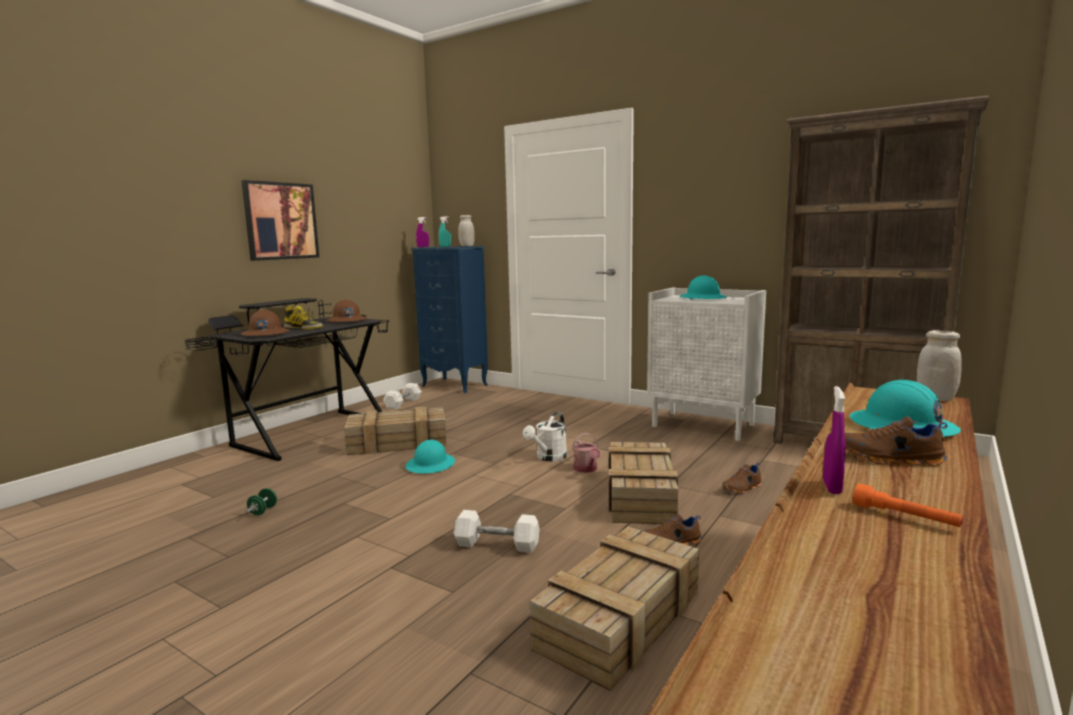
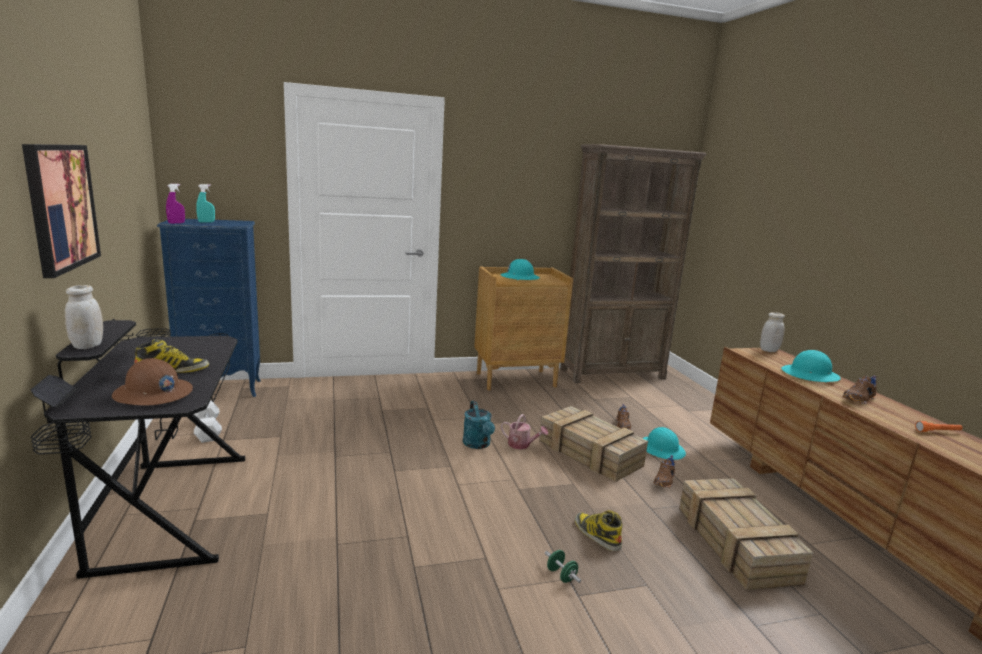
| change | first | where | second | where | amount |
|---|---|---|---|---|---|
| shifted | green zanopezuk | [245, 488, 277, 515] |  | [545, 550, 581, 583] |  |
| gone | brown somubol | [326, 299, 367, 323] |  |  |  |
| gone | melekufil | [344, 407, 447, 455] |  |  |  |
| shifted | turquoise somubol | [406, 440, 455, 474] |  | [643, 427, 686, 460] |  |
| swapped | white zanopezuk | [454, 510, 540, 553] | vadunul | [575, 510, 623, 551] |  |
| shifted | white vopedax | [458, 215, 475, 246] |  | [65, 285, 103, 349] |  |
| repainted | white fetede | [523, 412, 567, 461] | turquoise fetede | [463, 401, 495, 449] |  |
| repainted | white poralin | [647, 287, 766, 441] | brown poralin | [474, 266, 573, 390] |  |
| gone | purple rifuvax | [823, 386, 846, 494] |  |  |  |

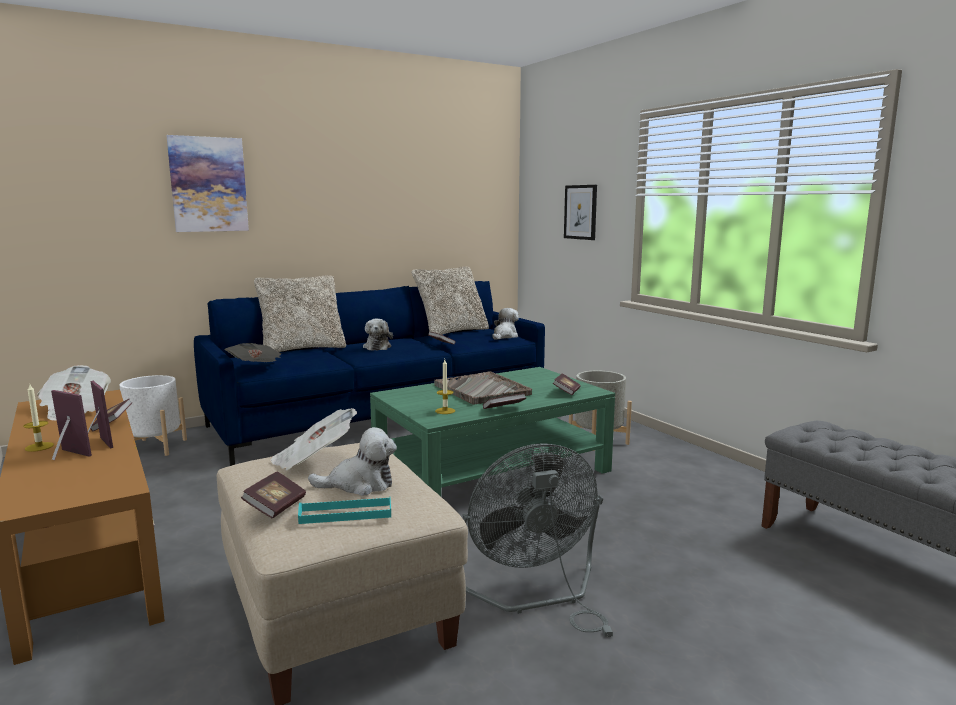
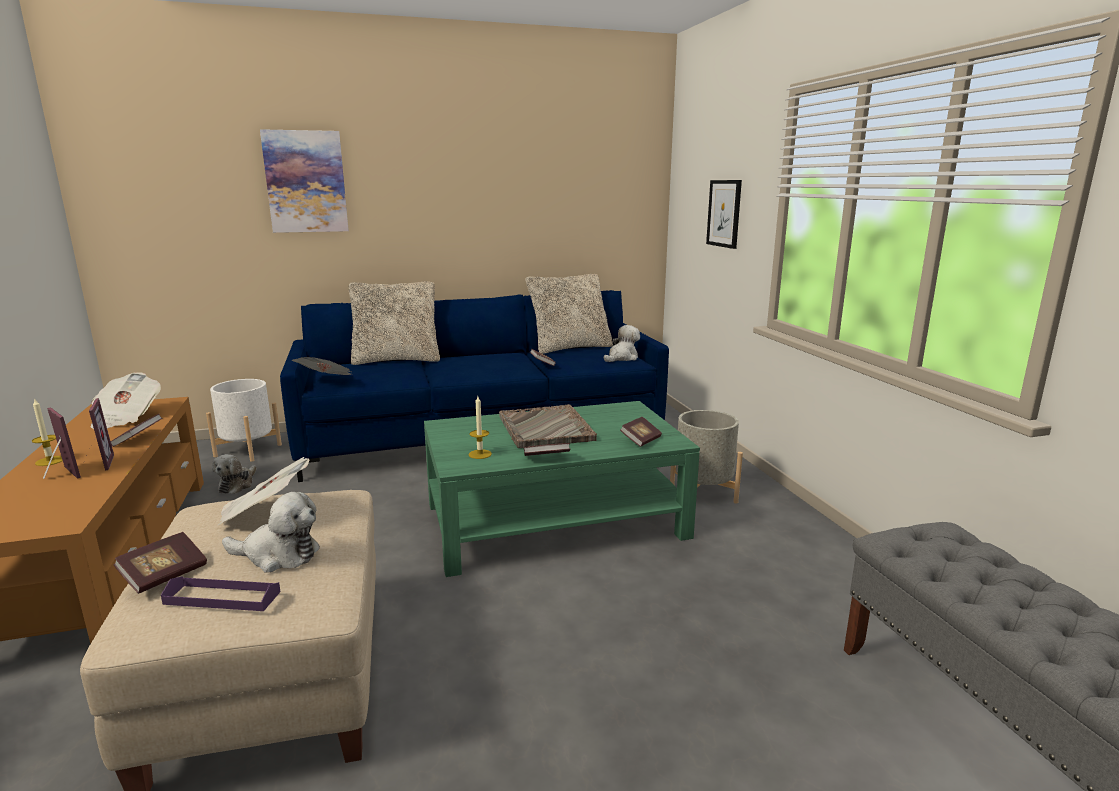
| change | first | where | second | where | amount |
|---|---|---|---|---|---|
| repainted | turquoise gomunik | [298, 497, 391, 524] | purple gomunik | [161, 576, 281, 611] |  |
| shifted | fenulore | [363, 319, 393, 351] |  | [212, 454, 256, 494] |  |
| gone | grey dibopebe | [463, 444, 613, 637] |  |  |  |

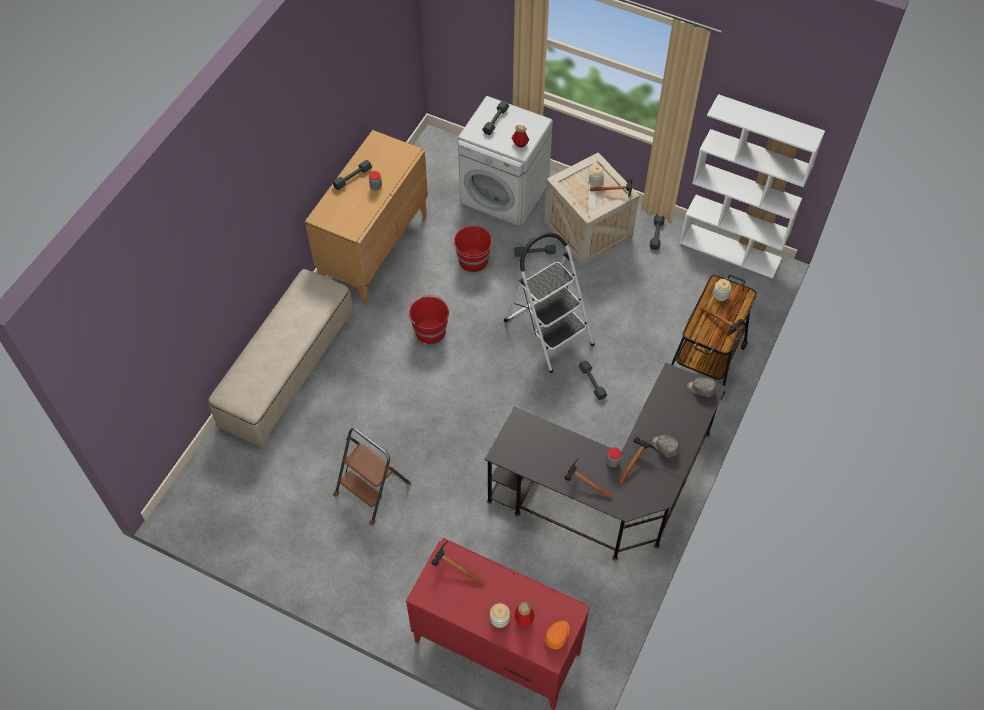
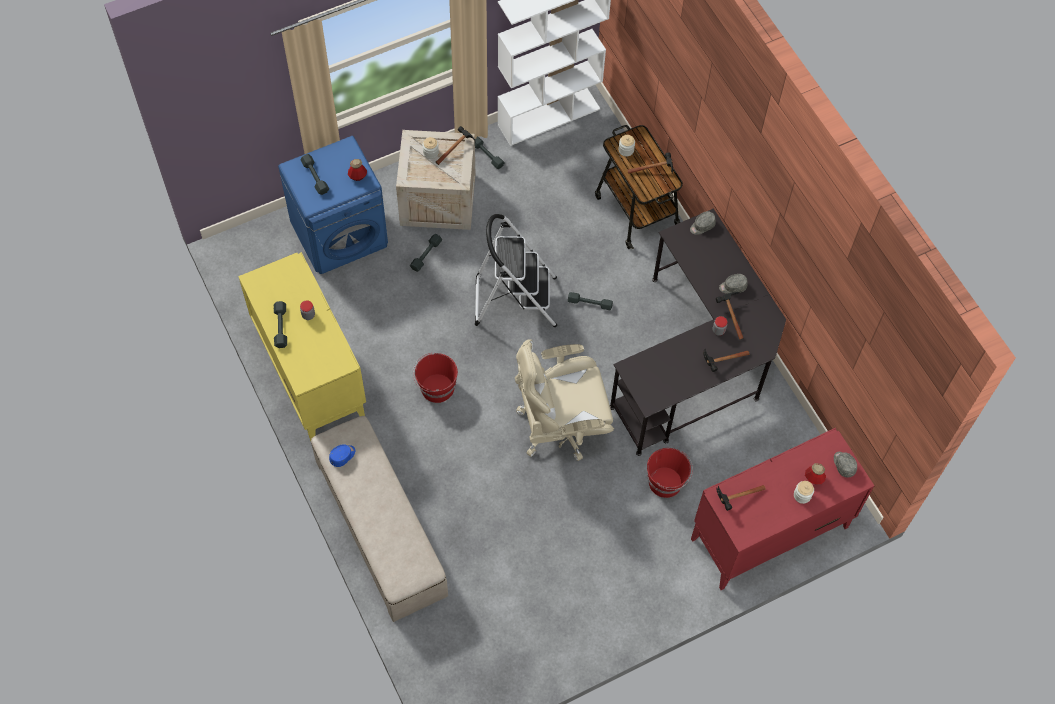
| change | first | where | second | where | amount |
|---|---|---|---|---|---|
| repainted | brown poralin | [305, 130, 428, 305] | yellow poralin | [238, 252, 366, 441] |  |
| gone | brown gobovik | [333, 428, 411, 526] |  |  |  |
| shifted | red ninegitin | [453, 226, 493, 272] |  | [647, 448, 693, 498] |  |
| repainted | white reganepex | [458, 96, 553, 226] | blue reganepex | [278, 136, 388, 274] |  |
| repainted | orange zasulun | [545, 621, 570, 649] | grey zasulun | [834, 452, 857, 478] |  |
| new |  |  | blue zasulun | [329, 444, 355, 467] |  |
| new |  |  | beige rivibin | [515, 339, 614, 461] |  |

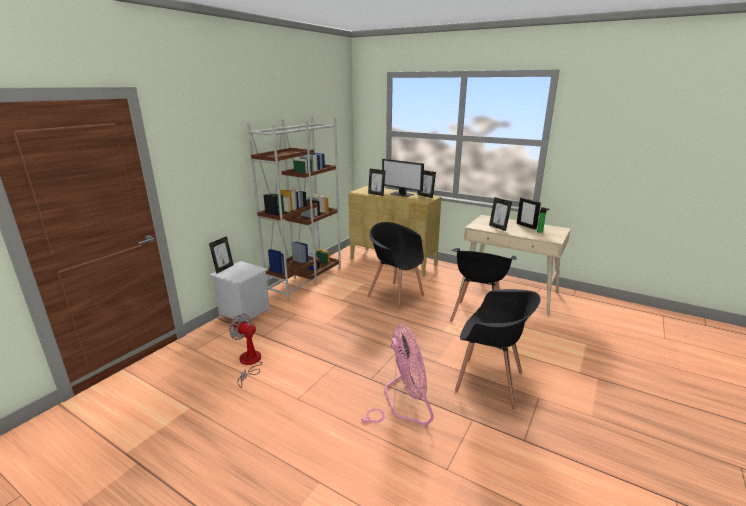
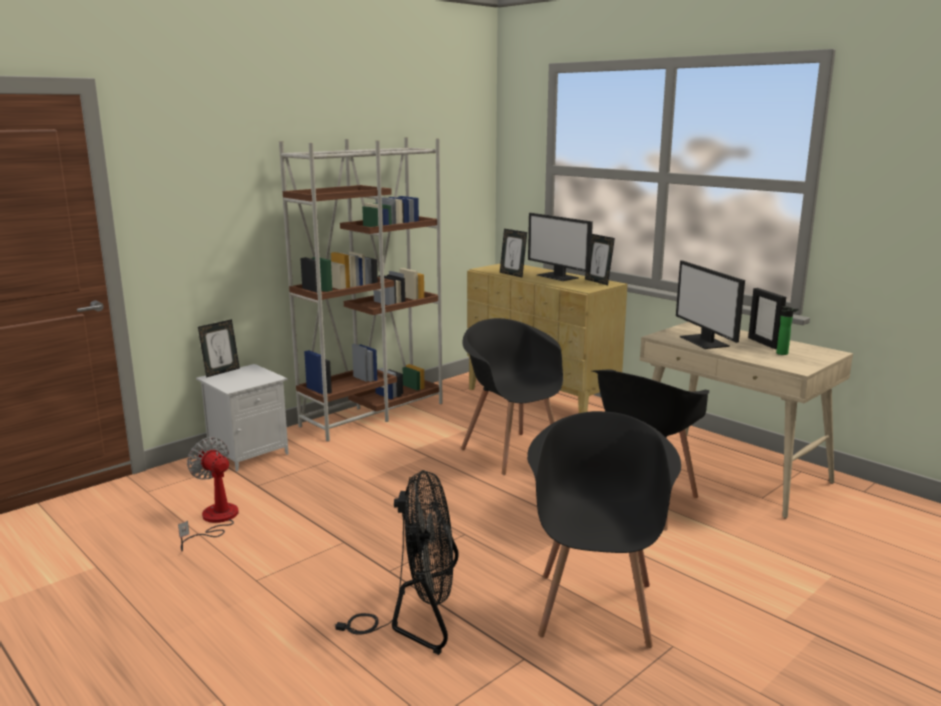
| change | first | where | second | where | amount |
|---|---|---|---|---|---|
| repainted | pink dibopebe | [360, 324, 434, 427] | black dibopebe | [334, 470, 458, 655] |  |
| rotated | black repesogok | [455, 289, 541, 409] |  | [527, 411, 681, 648] | 120 degrees counterclockwise |
| swapped | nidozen | [489, 197, 512, 231] | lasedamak | [676, 260, 745, 349] |  |

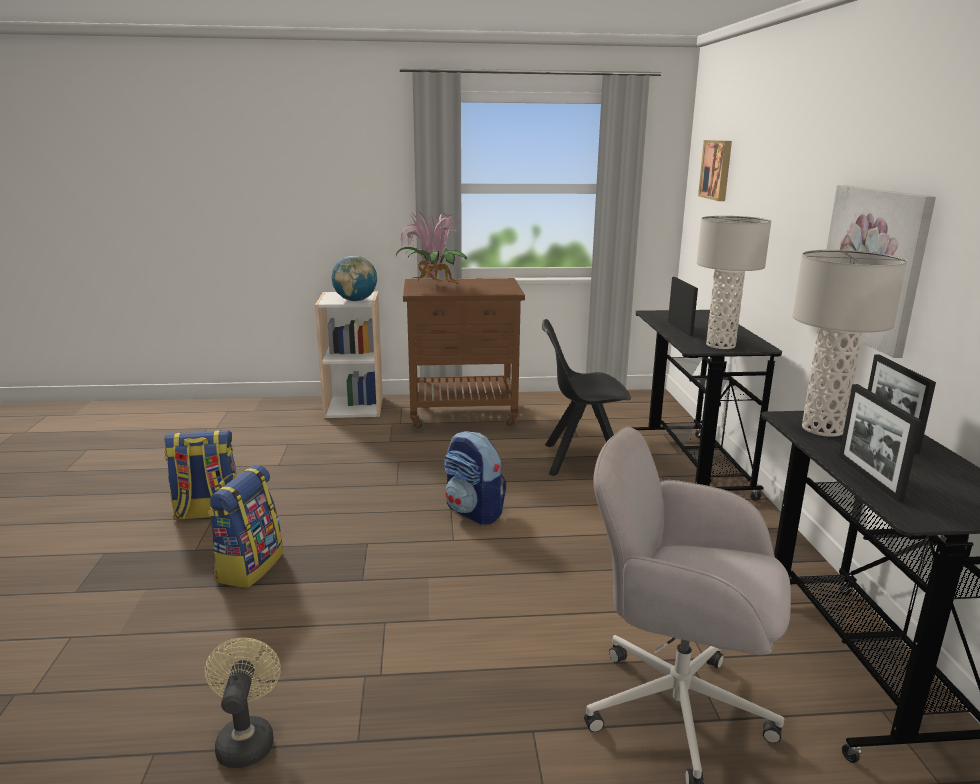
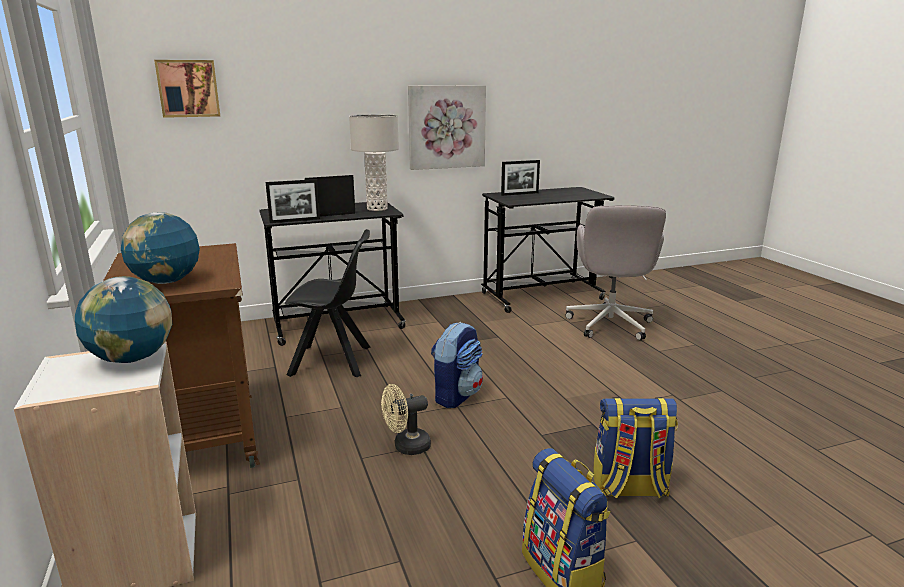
| change | first | where | second | where | amount |
|---|---|---|---|---|---|
| shifted | beige dibopebe | [205, 638, 281, 768] |  | [381, 384, 431, 455] |  |
| swapped | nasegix | [396, 210, 467, 286] | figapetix | [121, 212, 200, 284] |  |
| rotated | black repesogok | [542, 319, 631, 476] |  | [285, 229, 371, 377] | 75 degrees counterclockwise |
| gone | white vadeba | [793, 250, 907, 437] |  |  |  |
| shifted | nidozen | [839, 384, 922, 502] |  | [265, 179, 320, 223] |  |

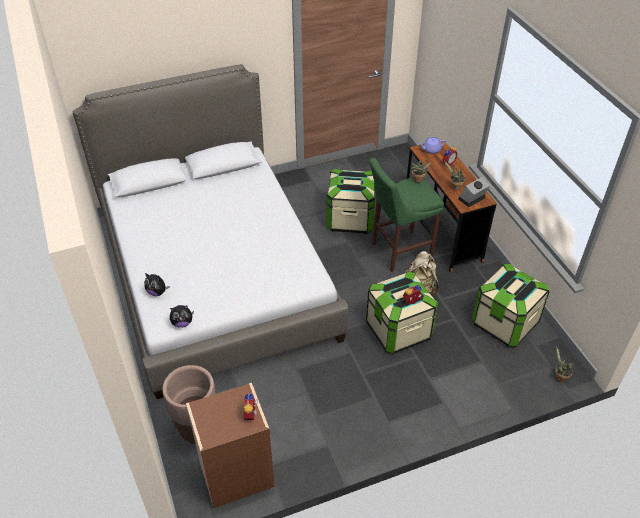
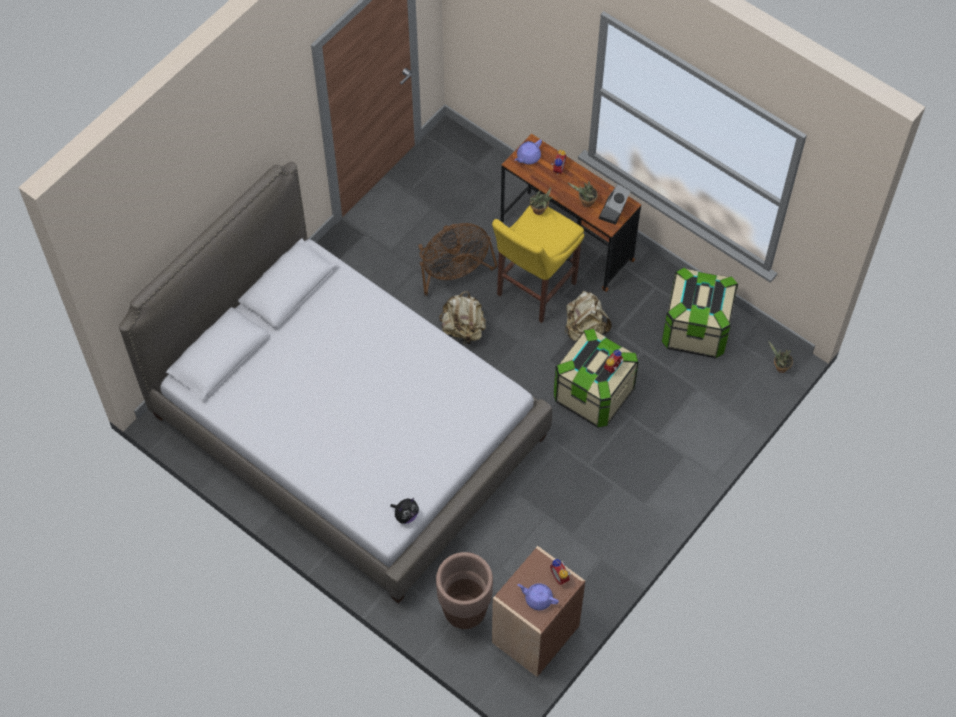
| change | first | where | second | where | amount |
|---|---|---|---|---|---|
| gone | fenulore | [144, 273, 169, 296] |  |  |  |
| swapped | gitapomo | [326, 168, 376, 234] | brown dibopebe | [418, 223, 497, 296] |  |
| repainted | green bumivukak | [370, 158, 444, 272] | yellow bumivukak | [492, 205, 584, 323] |  |
| new |  |  | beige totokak | [439, 291, 486, 346] |  |
| new |  |  | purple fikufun | [517, 583, 559, 610] |  |

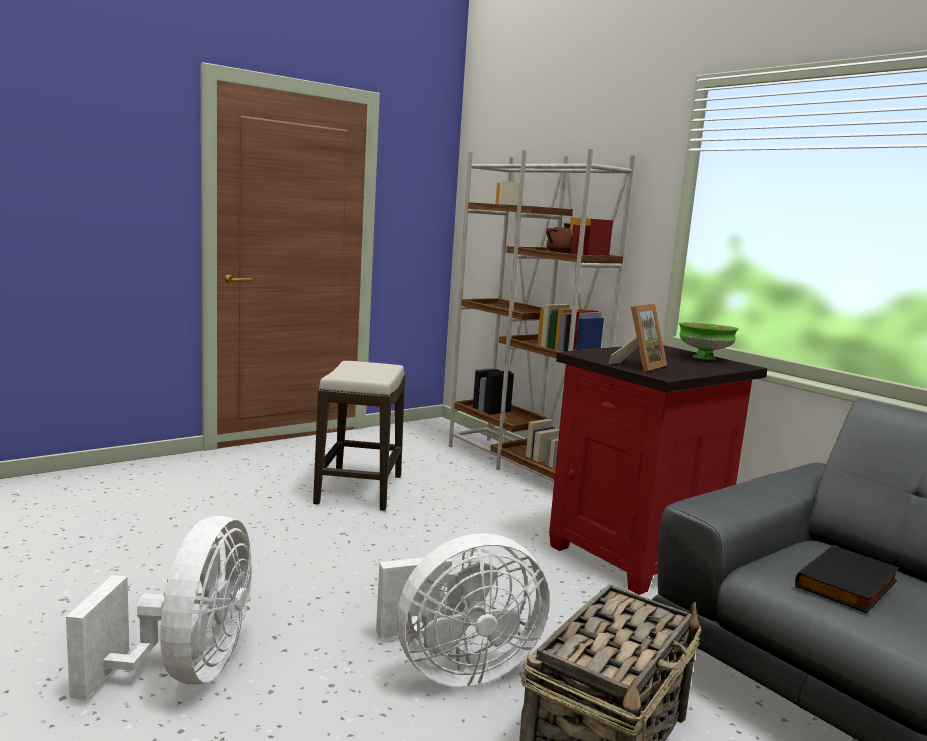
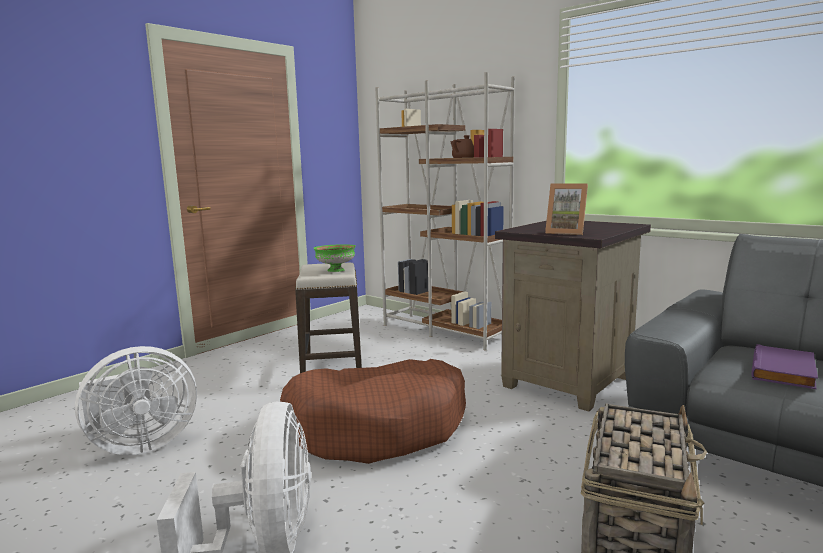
| change | first | where | second | where | amount |
|---|---|---|---|---|---|
| shifted | white dibopebe | [376, 534, 550, 688] |  | [75, 346, 197, 455] |  |
| repainted | red poralin | [549, 345, 768, 595] | beige poralin | [495, 221, 651, 412] |  |
| rotated | nidozen | [609, 304, 667, 372] |  | [545, 184, 588, 235] | 90 degrees clockwise |
| shifted | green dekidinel | [679, 322, 739, 360] |  | [313, 244, 356, 272] |  |
| repainted | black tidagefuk | [795, 545, 899, 613] | purple tidagefuk | [752, 344, 818, 389] |  |
| new |  |  | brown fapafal | [280, 359, 466, 464] |  |

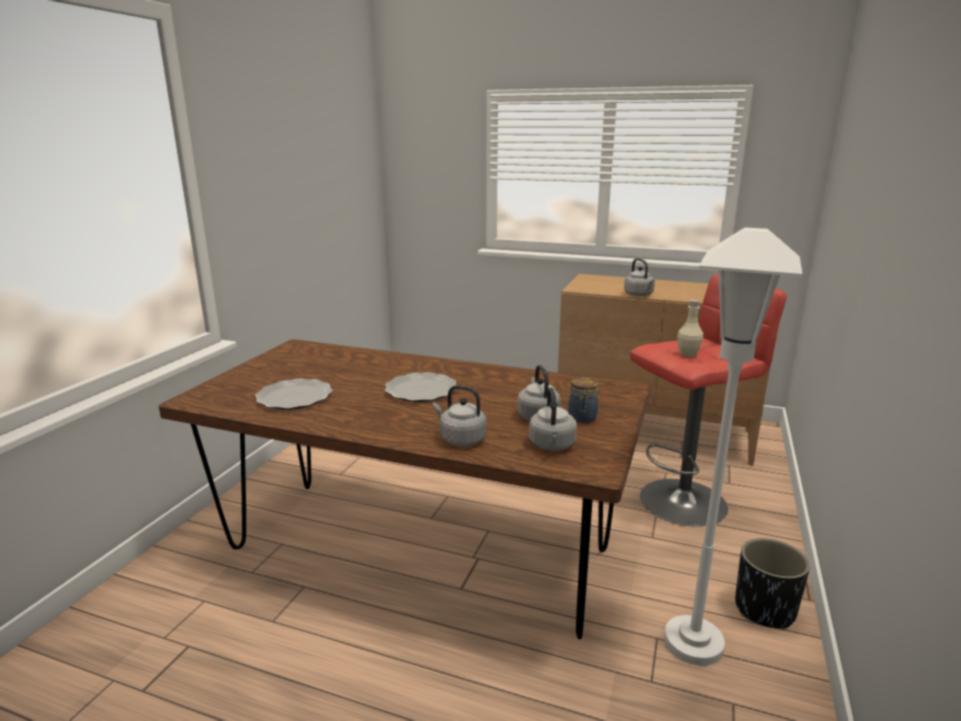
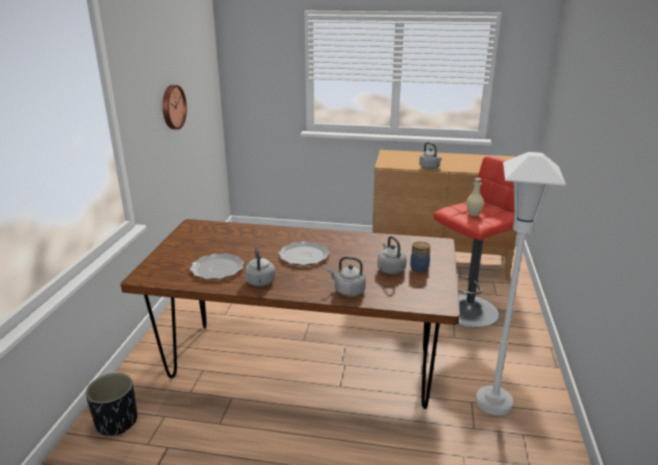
| change | first | where | second | where | amount |
|---|---|---|---|---|---|
| shifted | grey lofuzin | [529, 387, 577, 451] |  | [245, 247, 275, 286] |  |
| shifted | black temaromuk | [735, 538, 810, 629] |  | [86, 373, 137, 436] |  |
| new |  |  | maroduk | [163, 85, 187, 130] |  |

